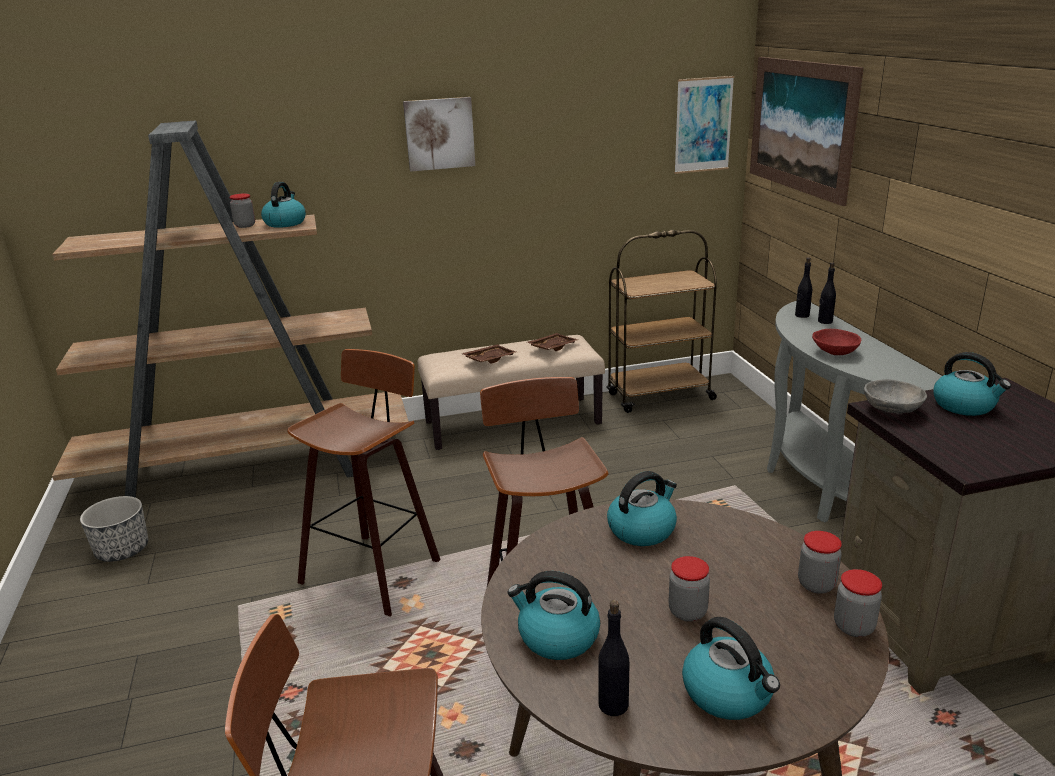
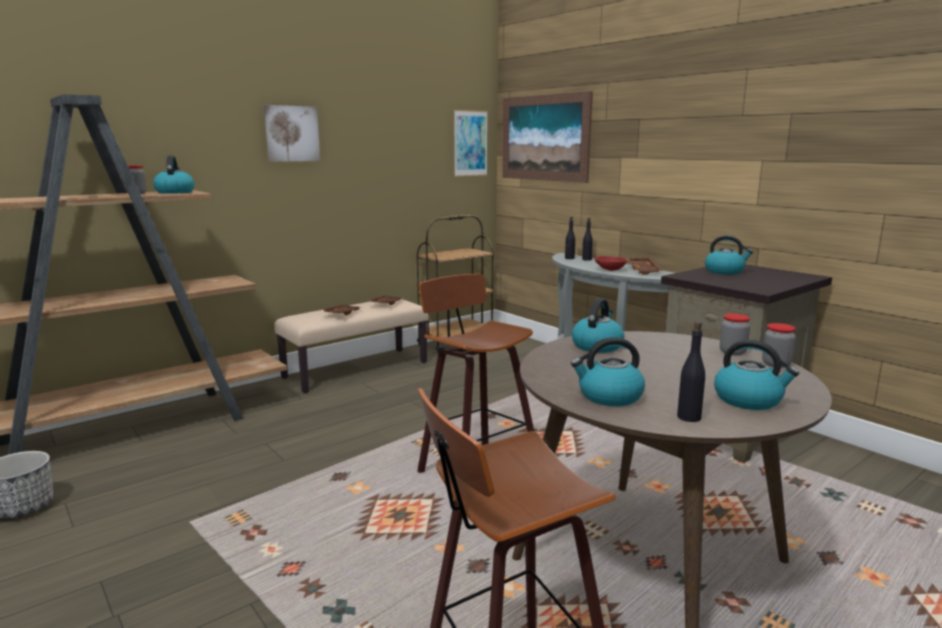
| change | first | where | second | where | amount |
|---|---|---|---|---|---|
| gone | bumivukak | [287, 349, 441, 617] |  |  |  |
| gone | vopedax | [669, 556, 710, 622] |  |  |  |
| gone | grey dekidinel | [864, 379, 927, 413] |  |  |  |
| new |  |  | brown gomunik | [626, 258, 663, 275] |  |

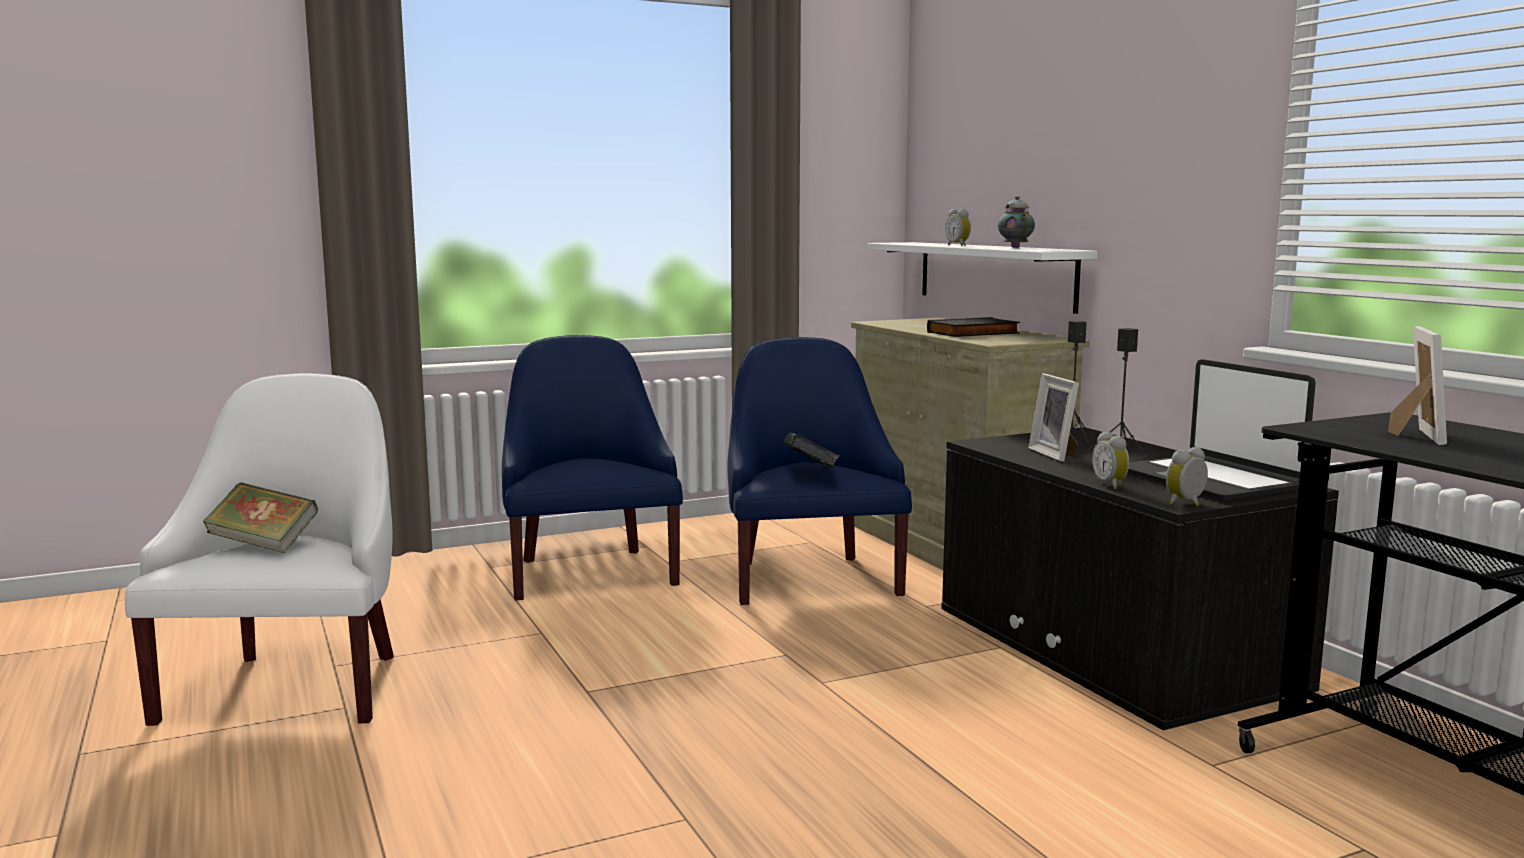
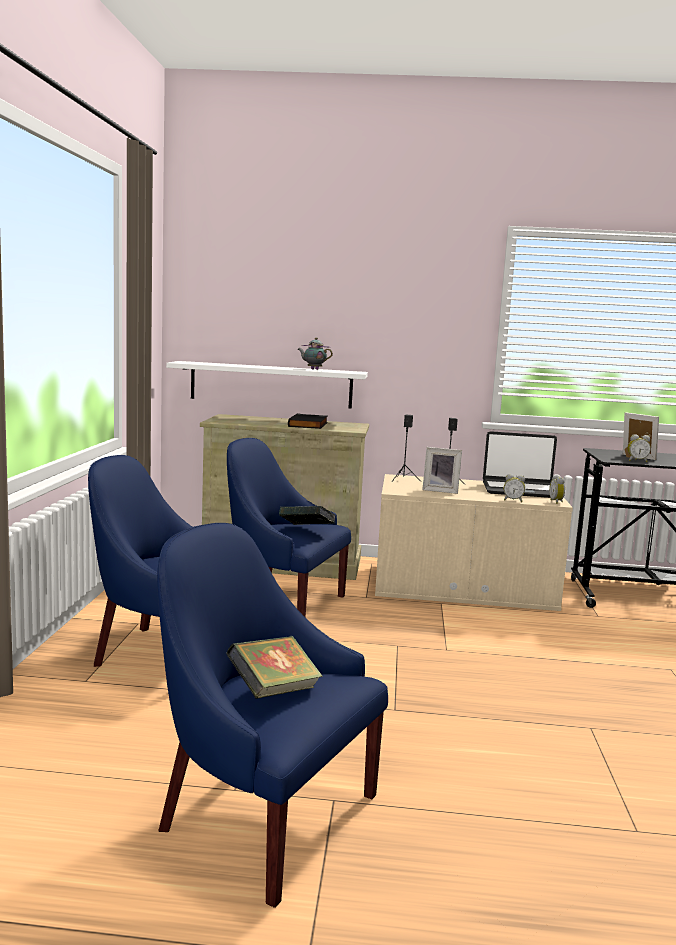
| change | first | where | second | where | amount |
|---|---|---|---|---|---|
| repainted | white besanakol | [125, 373, 394, 726] | blue besanakol | [157, 523, 388, 908] |  |
| repainted | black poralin | [941, 427, 1339, 731] | beige poralin | [375, 474, 573, 611] |  |
| shifted | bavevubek | [945, 209, 971, 246] |  | [628, 434, 651, 462] |  |

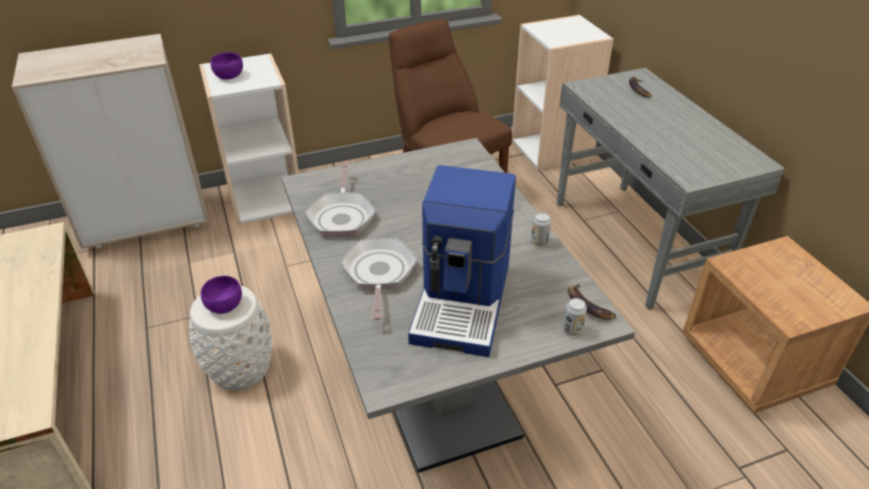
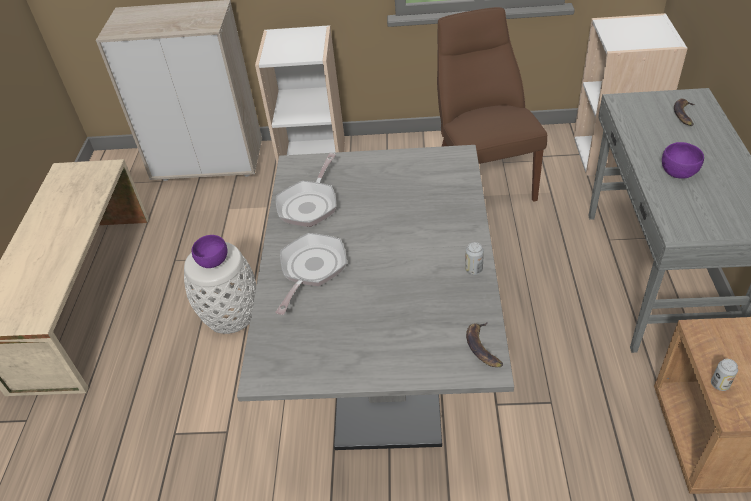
| change | first | where | second | where | amount |
|---|---|---|---|---|---|
| shifted | purple dekidinel | [211, 52, 243, 80] |  | [662, 142, 704, 179] |  |
| gone | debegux | [408, 165, 516, 357] |  |  |  |
| shifted | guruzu | [563, 298, 587, 336] |  | [711, 359, 738, 391] |  |

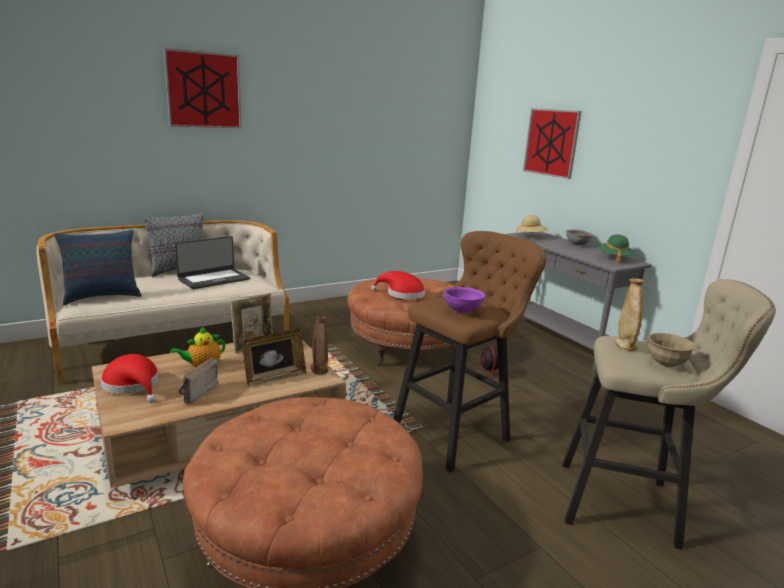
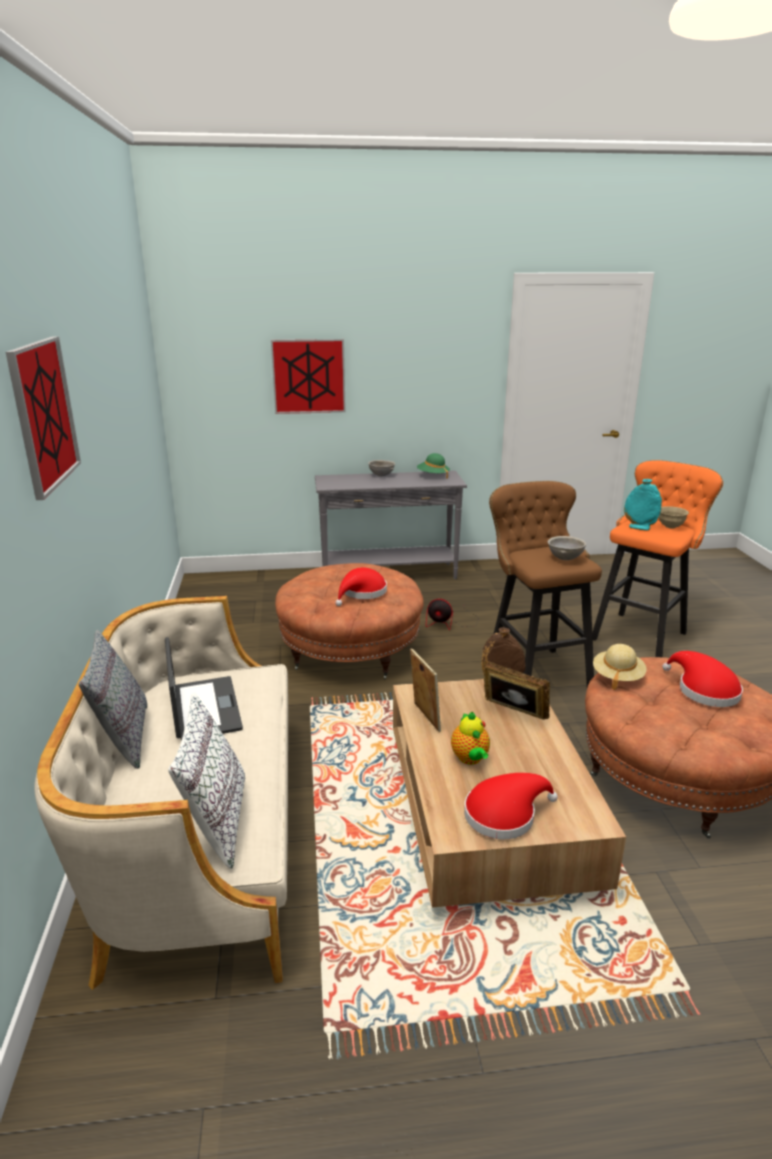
| change | first | where | second | where | amount |
|---|---|---|---|---|---|
| repainted | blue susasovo | [54, 230, 142, 305] | white susasovo | [168, 692, 245, 869] |  |
| gone | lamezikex | [179, 358, 218, 404] |  |  |  |
| rotated | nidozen | [243, 329, 307, 387] |  | [484, 660, 550, 720] | 45 degrees counterclockwise |
| repainted | purple dekidinel | [442, 287, 486, 313] | grey dekidinel | [548, 536, 586, 560] |  |
| shifted | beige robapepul | [516, 215, 548, 232] |  | [593, 644, 647, 690] |  |
| repainted | beige bumivukak | [563, 279, 776, 550] | orange bumivukak | [592, 460, 723, 657] |  |
| repainted | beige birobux | [614, 278, 644, 351] | turquoise birobux | [624, 479, 662, 530] |  |
| new |  |  | red robapepul | [662, 651, 743, 707] |  |

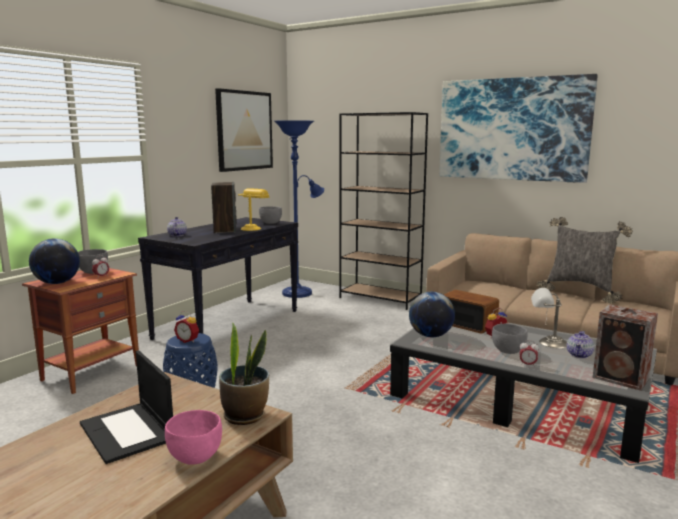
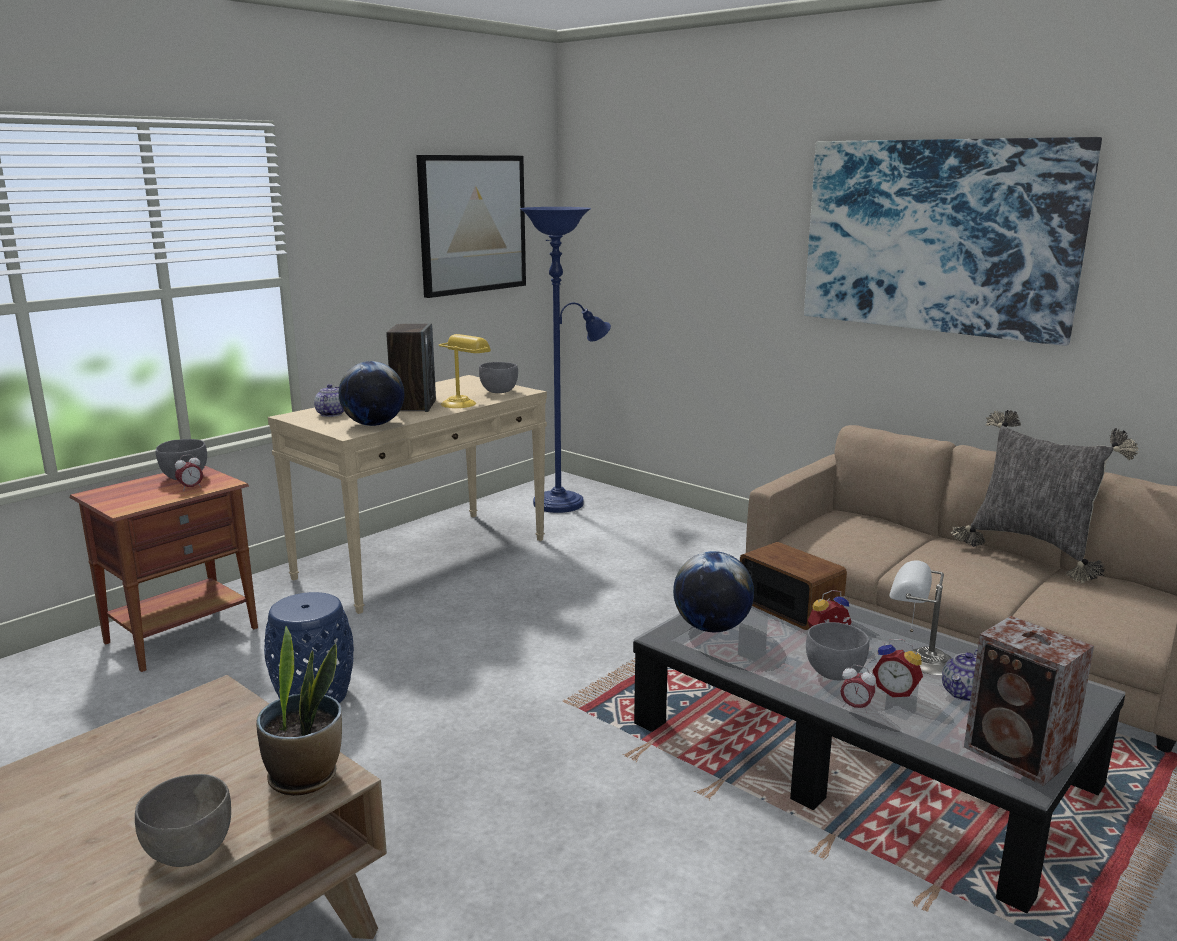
| change | first | where | second | where | amount |
|---|---|---|---|---|---|
| shifted | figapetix | [29, 238, 80, 284] |  | [339, 361, 404, 426] |  |
| gone | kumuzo | [80, 350, 173, 464] |  |  |  |
| repainted | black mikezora | [138, 217, 298, 353] | beige mikezora | [268, 375, 547, 614] |  |
| repainted | pink dekidinel | [165, 410, 222, 465] | grey dekidinel | [135, 774, 231, 867] |  |
| shifted | bavevubek | [174, 311, 199, 343] |  | [872, 639, 923, 698] |  |
| gone | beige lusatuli | [339, 112, 428, 310] |  |  |  |

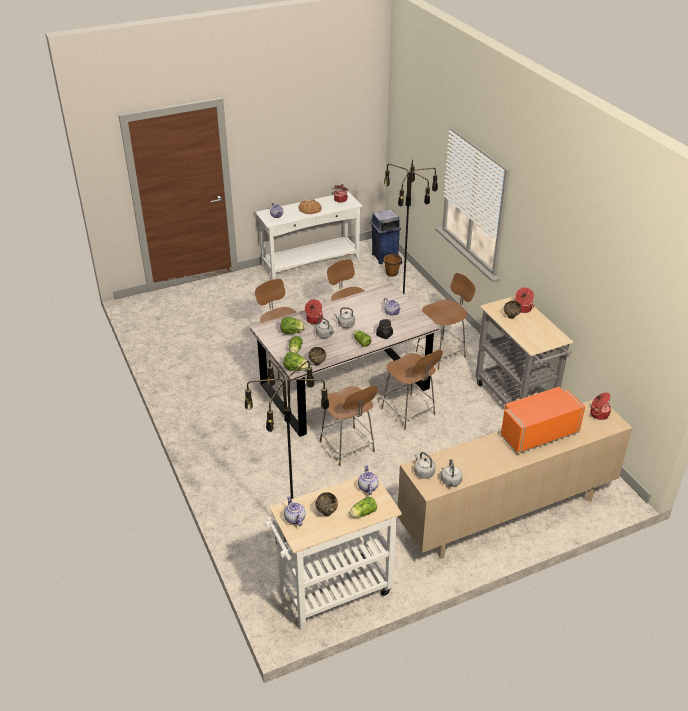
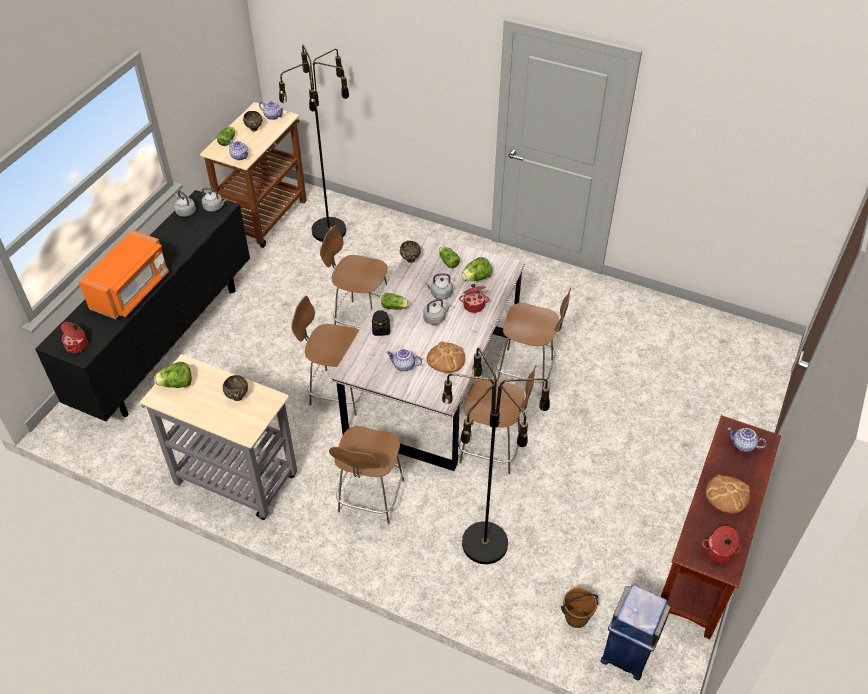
| change | first | where | second | where | amount |
|---|---|---|---|---|---|
| repainted | white mikezora | [255, 192, 363, 280] | brown mikezora | [660, 415, 781, 639] |  |
| repainted | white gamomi | [265, 472, 402, 630] | brown gamomi | [200, 102, 307, 248] |  |
| shifted | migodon | [283, 352, 308, 371] |  | [154, 362, 192, 388] |  |
| repainted | beige poralin | [397, 399, 632, 559] | black poralin | [35, 190, 250, 421] |  |
| gone | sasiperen | [514, 288, 534, 313] |  |  |  |
| new |  |  | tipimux | [427, 341, 465, 373] |  |

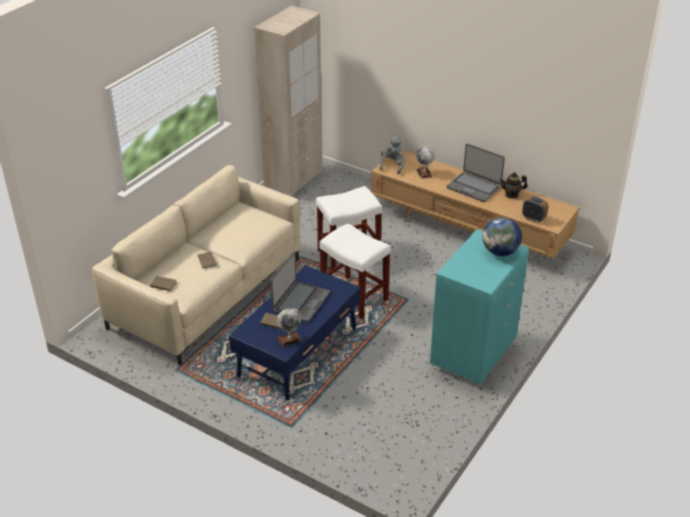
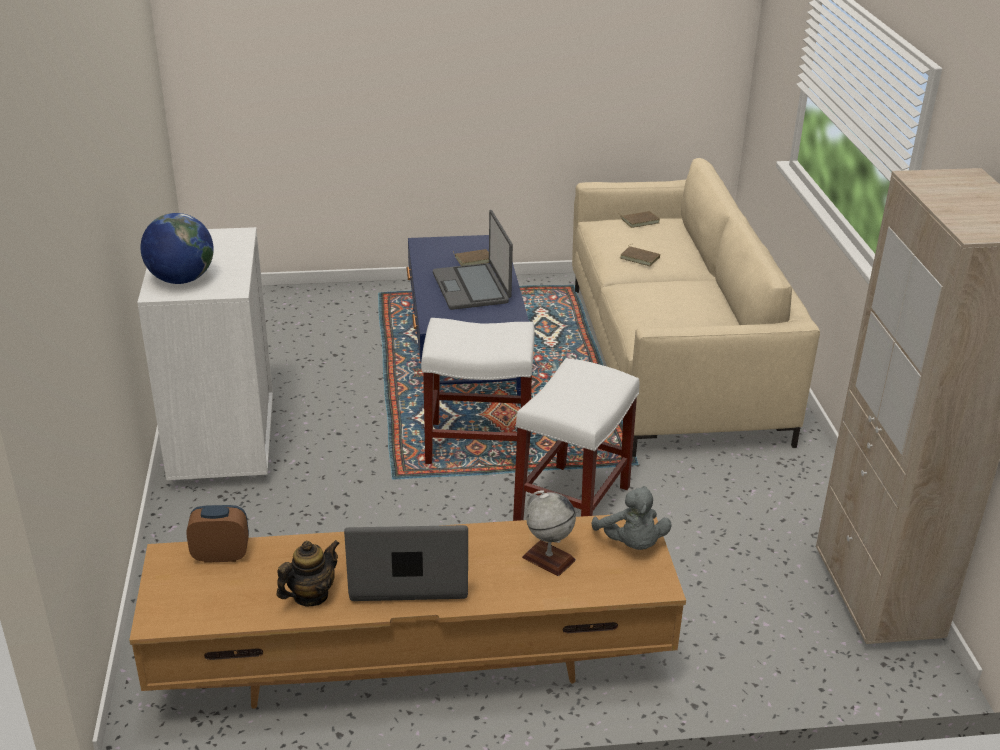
| change | first | where | second | where | amount |
|---|---|---|---|---|---|
| gone | figapetix | [277, 309, 302, 347] |  |  |  |
| repainted | turquoise poralin | [430, 229, 529, 385] | white poralin | [137, 227, 273, 483] |  |

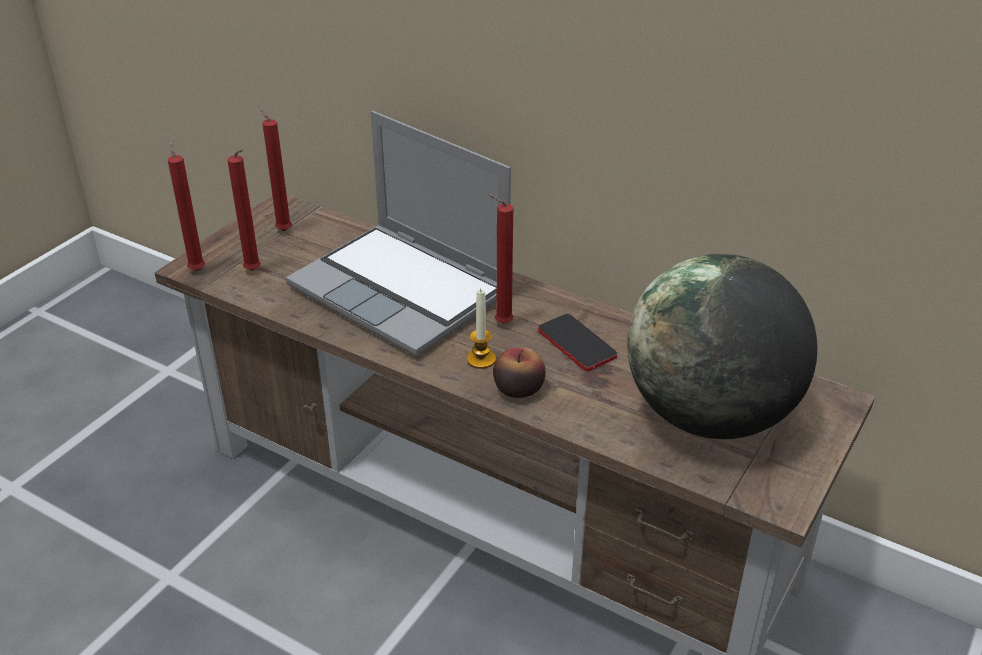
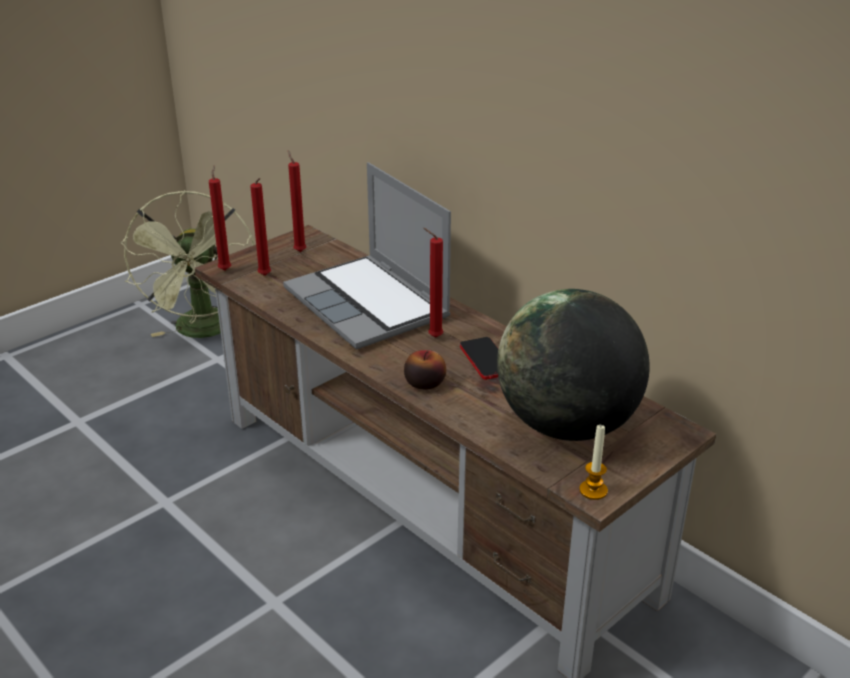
| change | first | where | second | where | amount |
|---|---|---|---|---|---|
| shifted | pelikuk | [467, 289, 496, 369] |  | [579, 425, 608, 500] |  |
| new |  |  | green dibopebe | [121, 190, 255, 338] |  |

